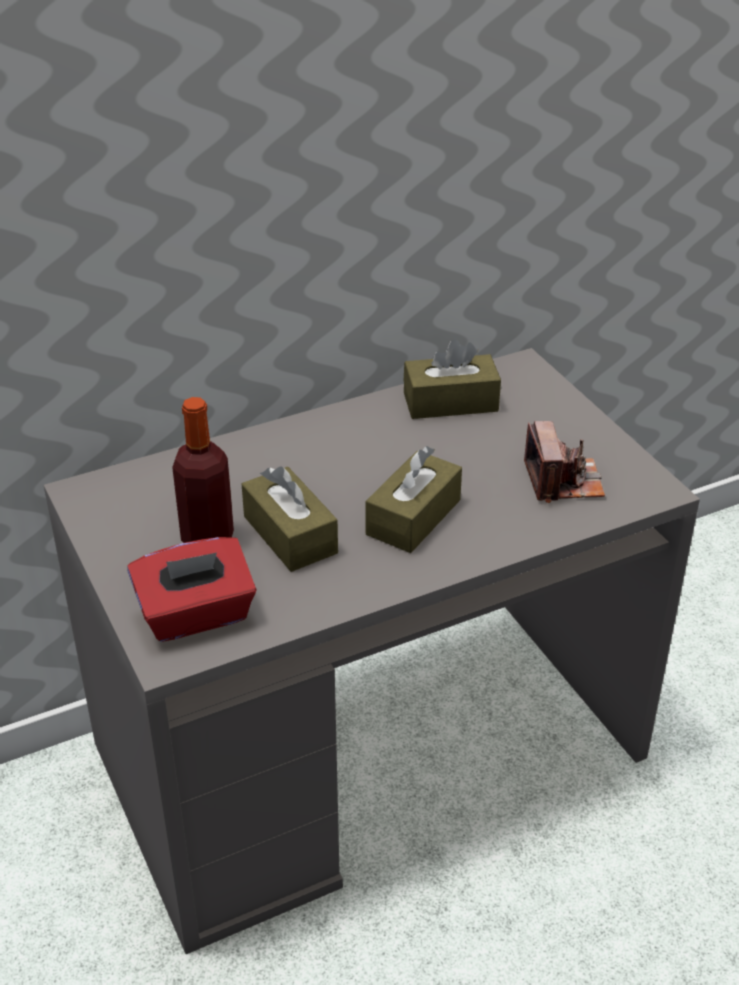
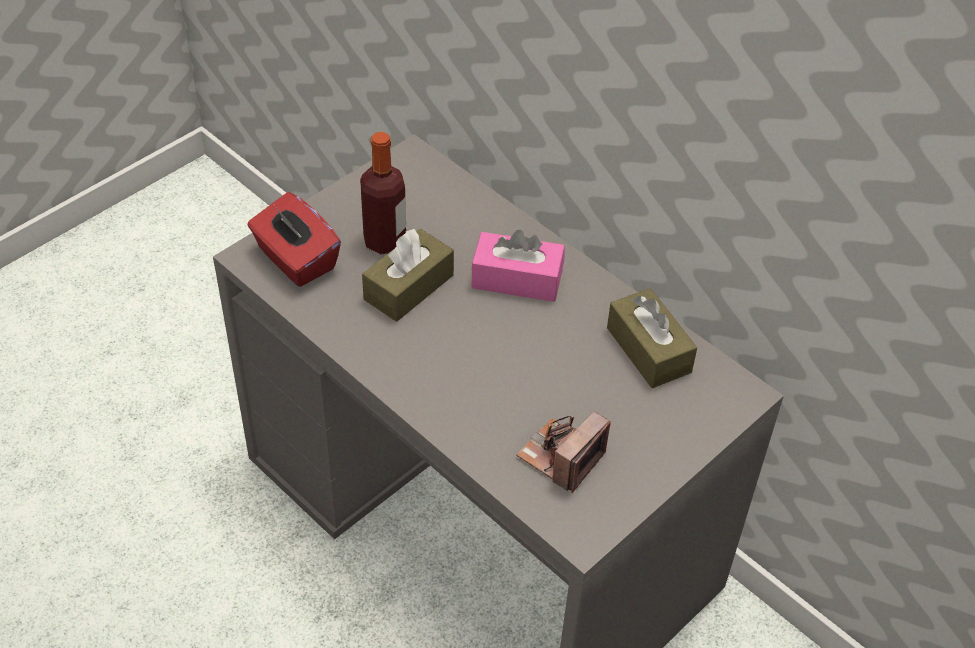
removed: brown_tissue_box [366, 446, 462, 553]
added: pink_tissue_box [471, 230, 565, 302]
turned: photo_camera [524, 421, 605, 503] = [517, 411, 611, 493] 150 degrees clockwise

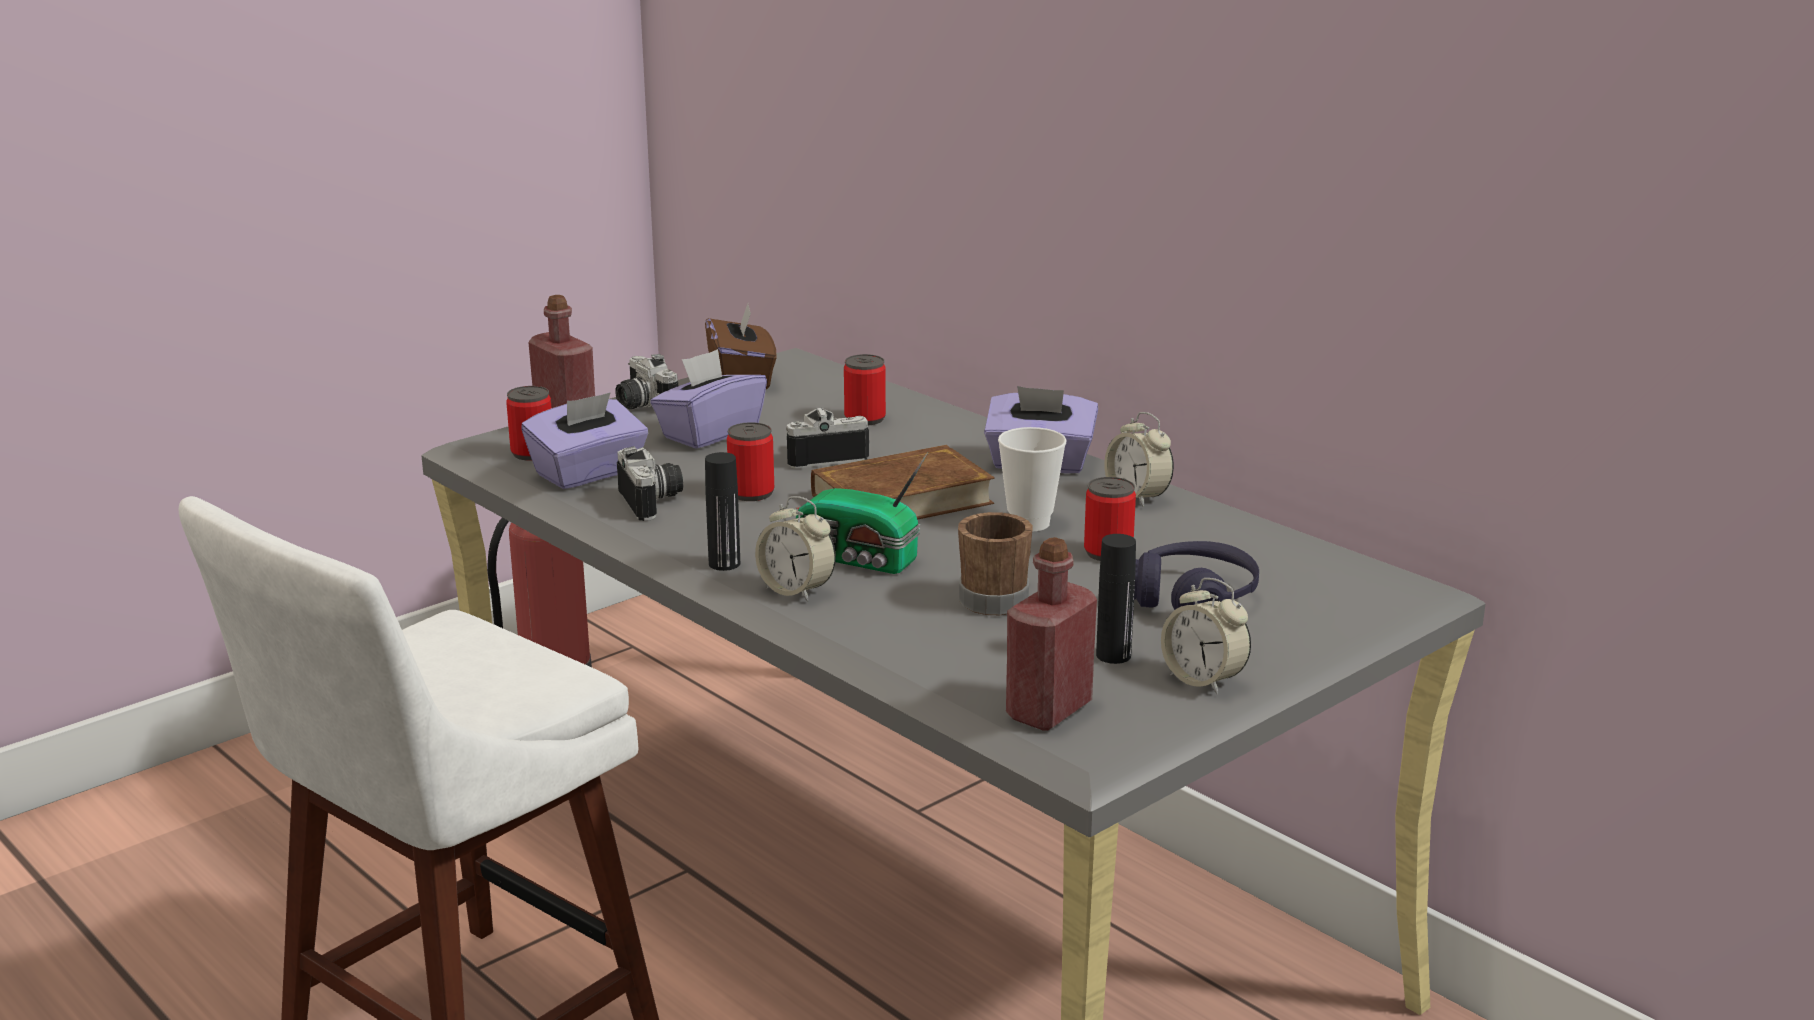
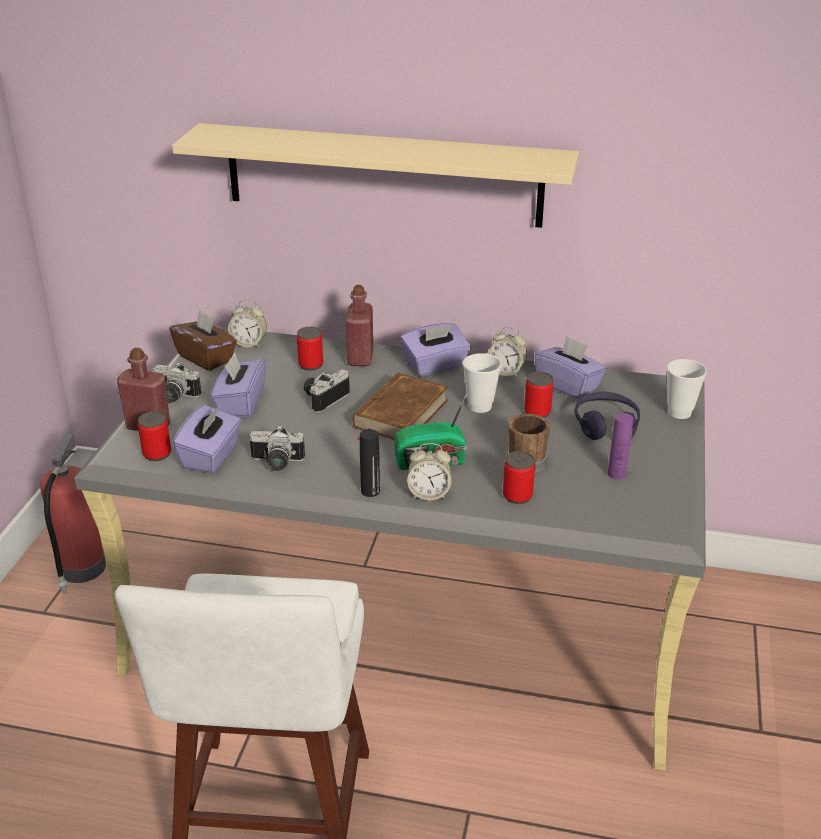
added: beige_shelf [172, 123, 579, 228]; purple_tissue_box [534, 336, 607, 400]; cup [667, 359, 707, 419]
moved: can [727, 422, 774, 501] to [503, 451, 535, 504]; red_bottle [1006, 537, 1097, 731] to [346, 285, 373, 366]; alarm_clock [1161, 578, 1251, 694] to [228, 300, 267, 348]
recoloured: black_bottle [1096, 534, 1136, 664] to purple_bottle [608, 413, 634, 480]
turned: photo_camera [617, 446, 683, 521] = [250, 425, 305, 471] 150 degrees clockwise

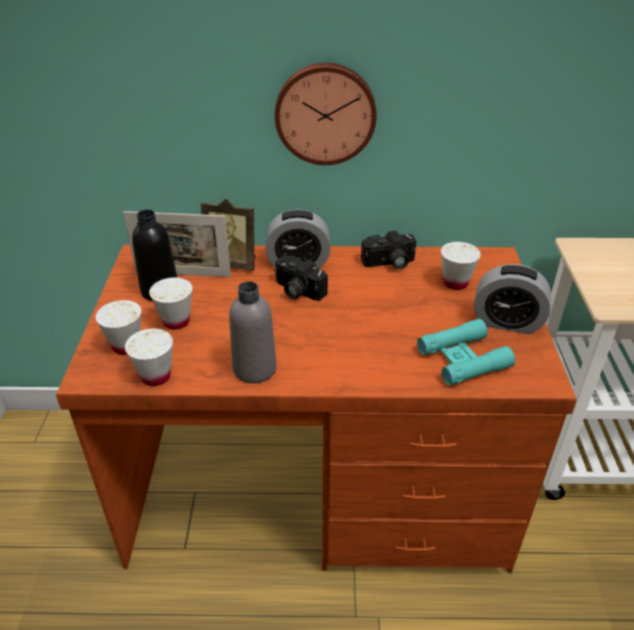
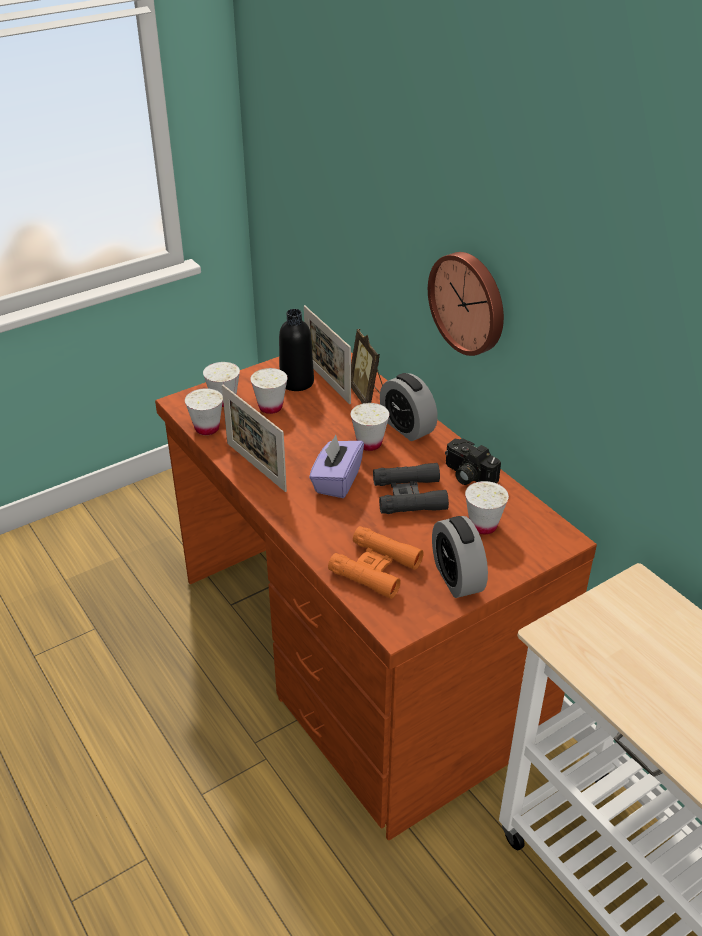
added: purple_tissue_box [309, 434, 364, 498]; black_binoculars [373, 463, 449, 514]
replaced: grey_bottle [229, 281, 277, 383] to picture_frame [222, 385, 287, 492]; photo_camera [274, 255, 328, 301] to white_cup [351, 403, 389, 451]
recoloured: turquoise_binoculars [417, 319, 515, 385] to orange_binoculars [328, 526, 424, 599]

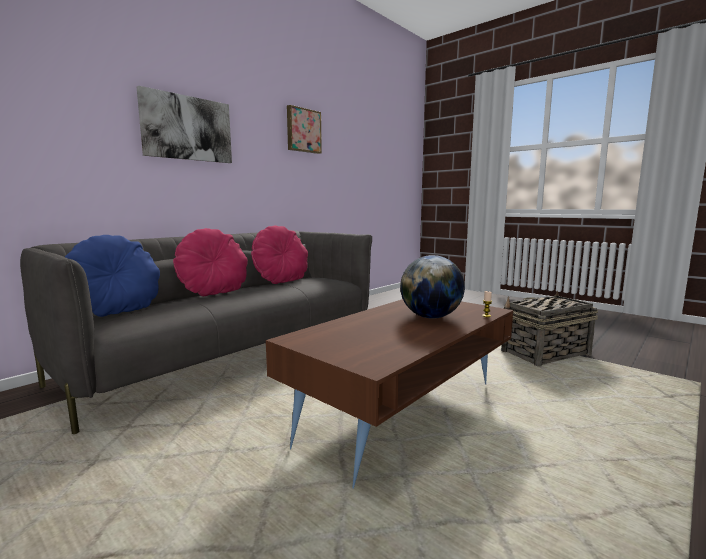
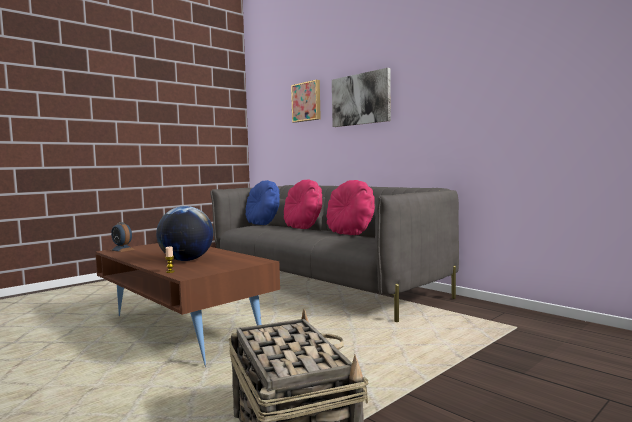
added: alarm_clock [111, 222, 135, 252]
moved: picture [287, 105, 322, 154] to [291, 80, 321, 123]

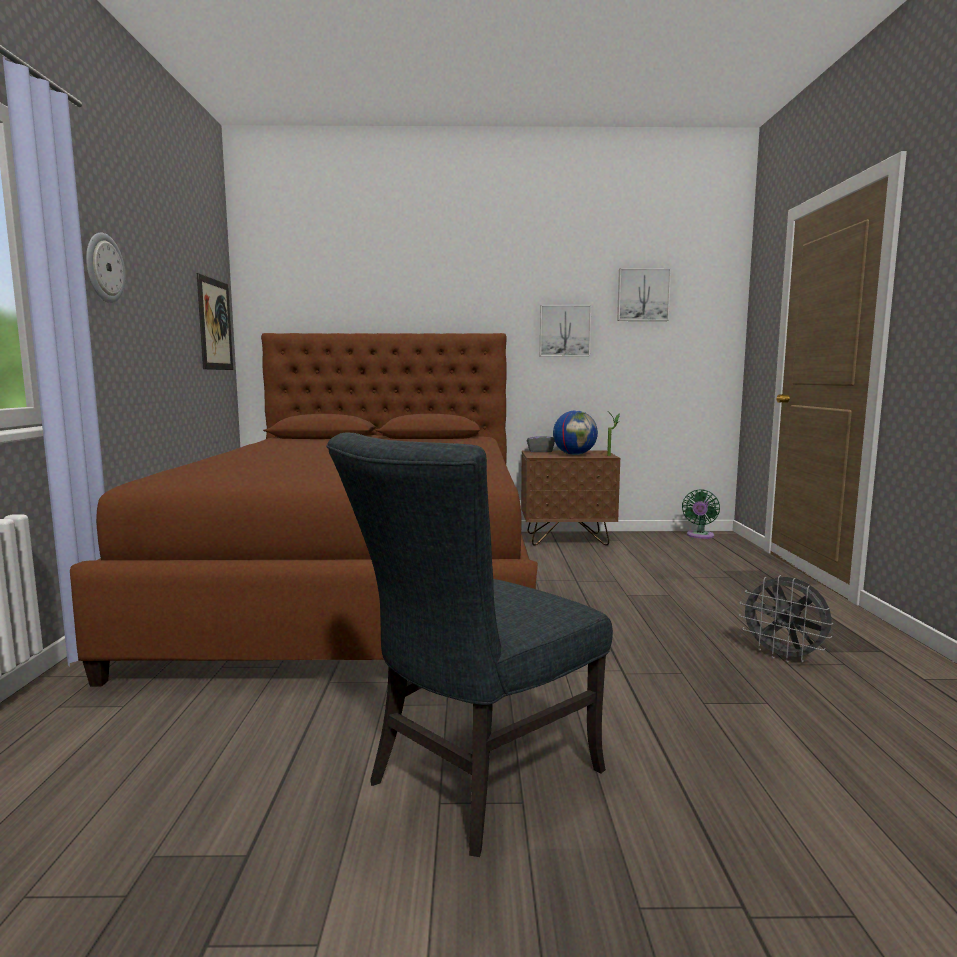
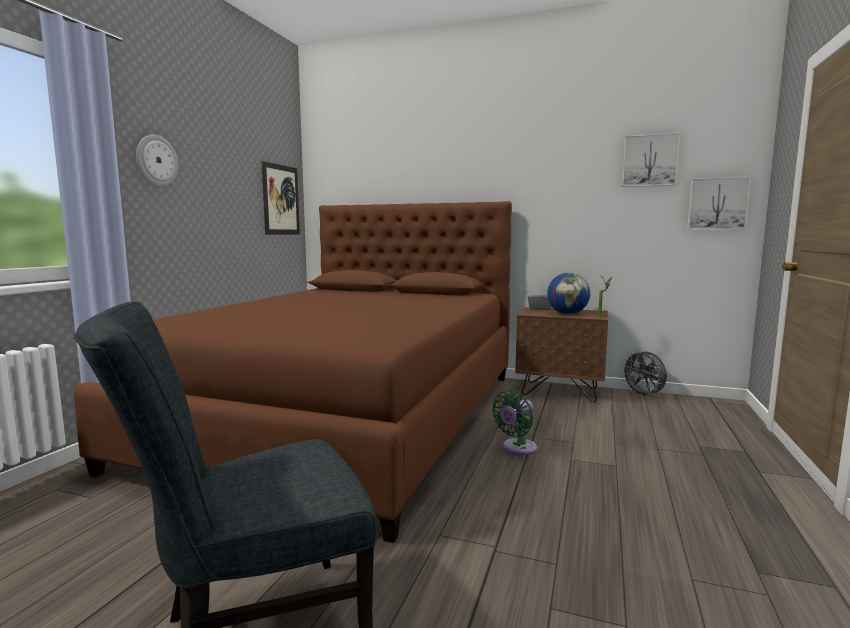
moved: picture [540, 305, 591, 356] to [687, 176, 751, 230]; green_fan [682, 490, 720, 539] to [492, 390, 537, 455]; grey_fan [738, 575, 833, 663] to [621, 350, 667, 398]

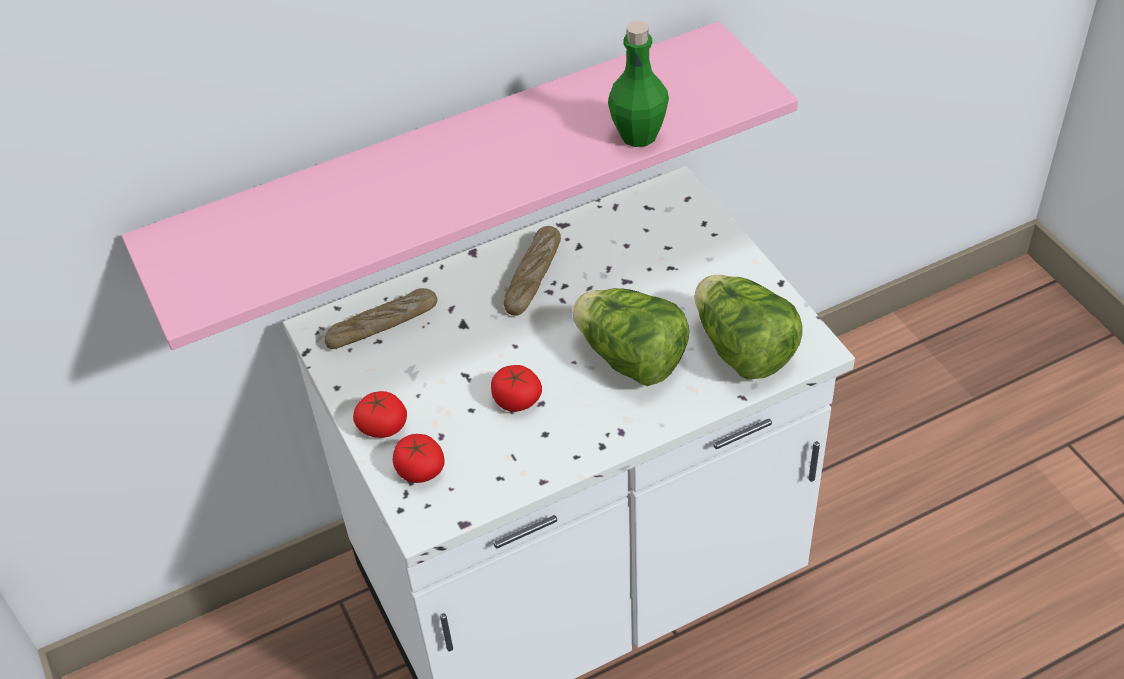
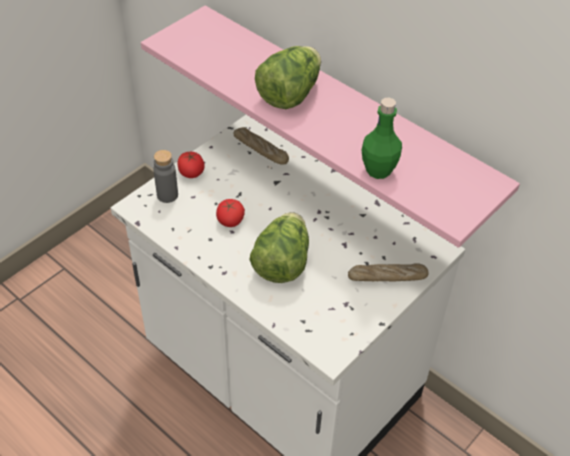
moved: bread [504, 226, 561, 316] to [348, 263, 429, 281]; lettuce [694, 275, 802, 379] to [255, 46, 321, 109]
replaced: tomato [392, 434, 445, 483] to grey_bottle [153, 150, 178, 203]

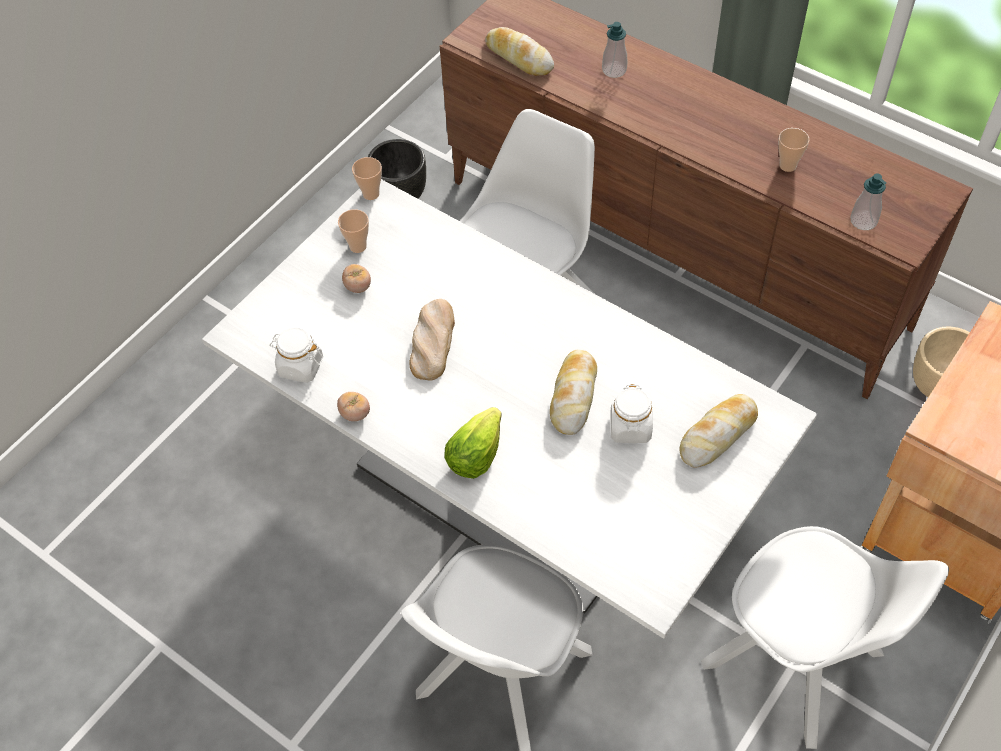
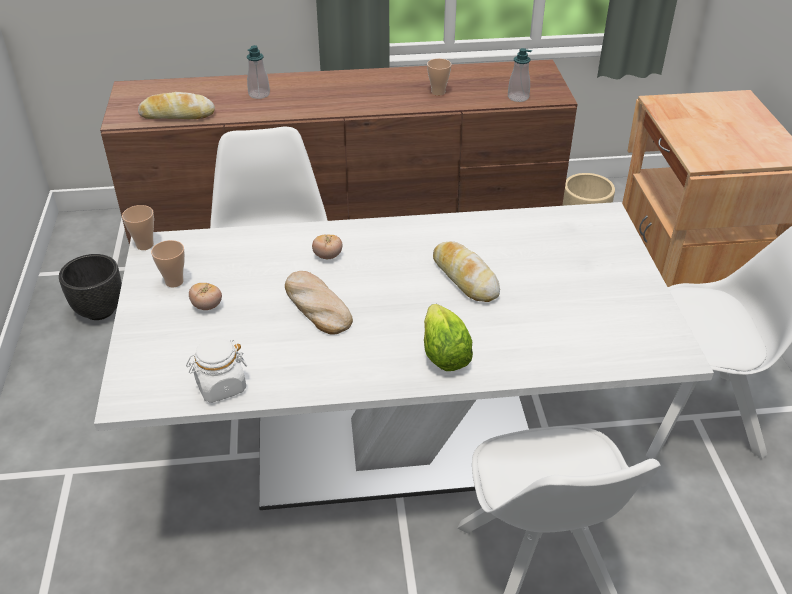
removed: white_jar [610, 384, 653, 443]; bread [680, 394, 758, 468]
moved: tomato [337, 392, 370, 421] to [312, 234, 342, 259]

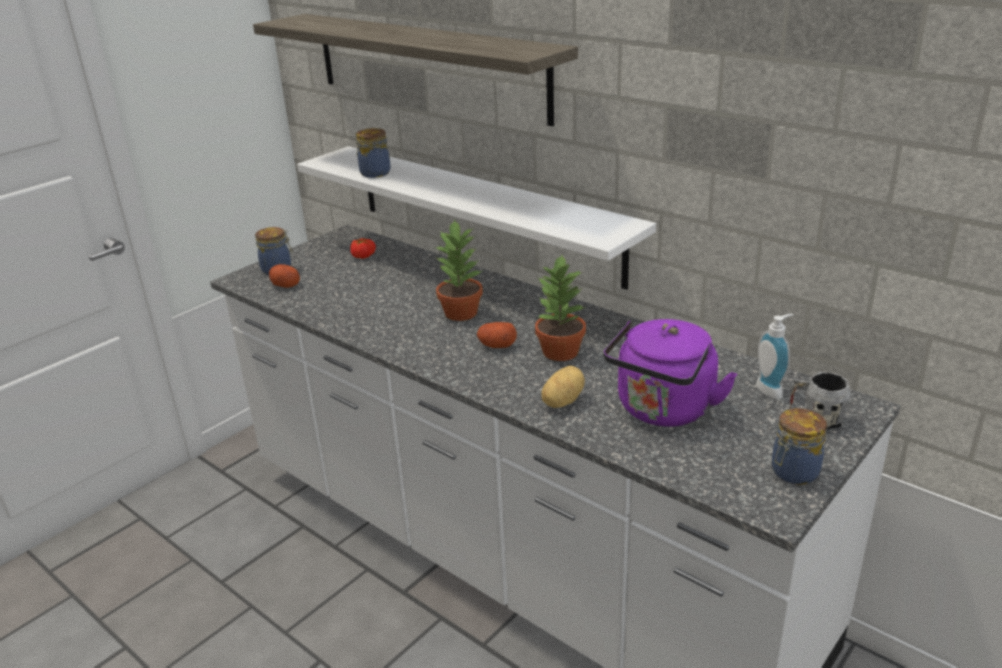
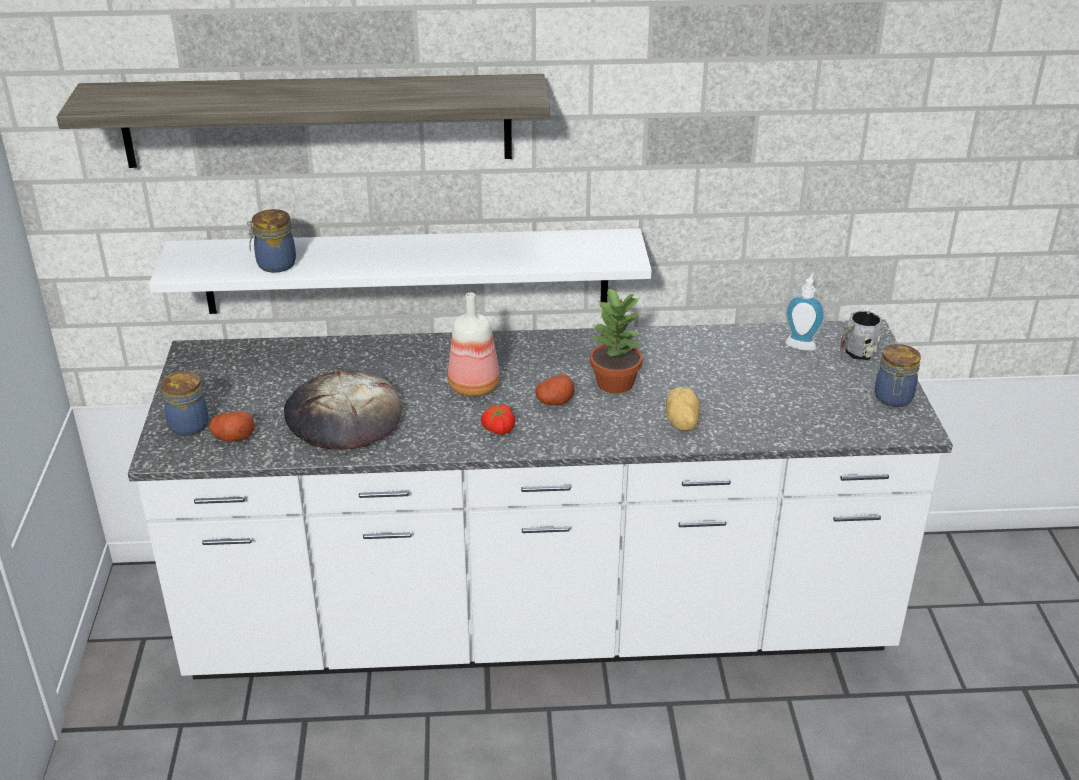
removed: purple_kettle [603, 319, 737, 427]
added: bread [284, 370, 402, 450]
moved: tomato [350, 238, 376, 259] to [481, 404, 515, 435]
replaced: potted_plant [435, 219, 483, 321] to bottle [448, 292, 500, 396]

